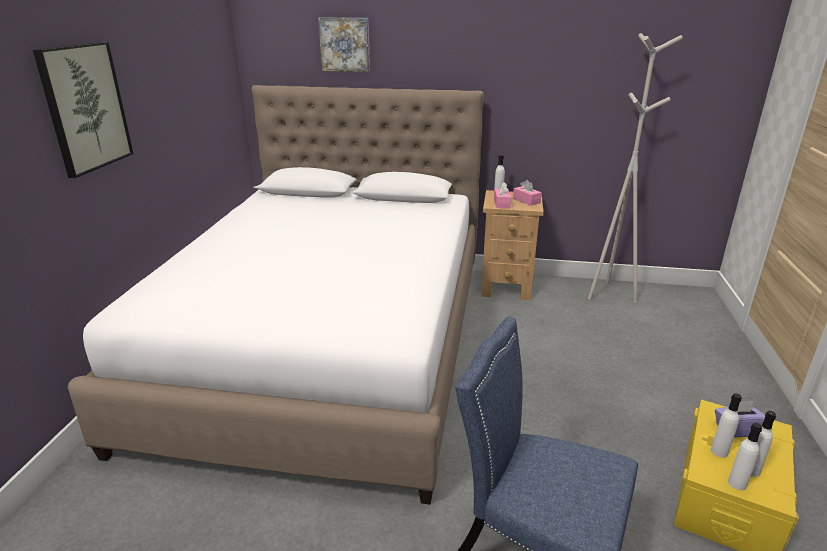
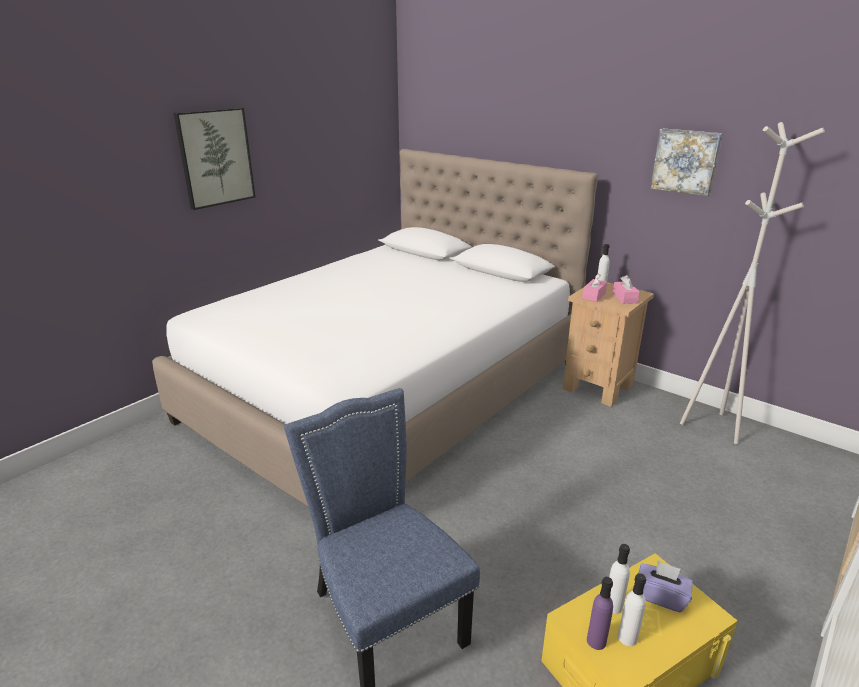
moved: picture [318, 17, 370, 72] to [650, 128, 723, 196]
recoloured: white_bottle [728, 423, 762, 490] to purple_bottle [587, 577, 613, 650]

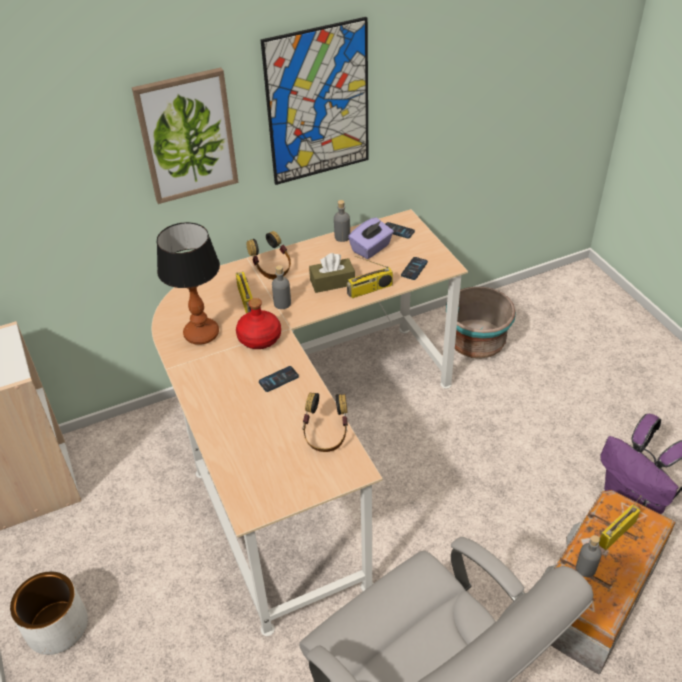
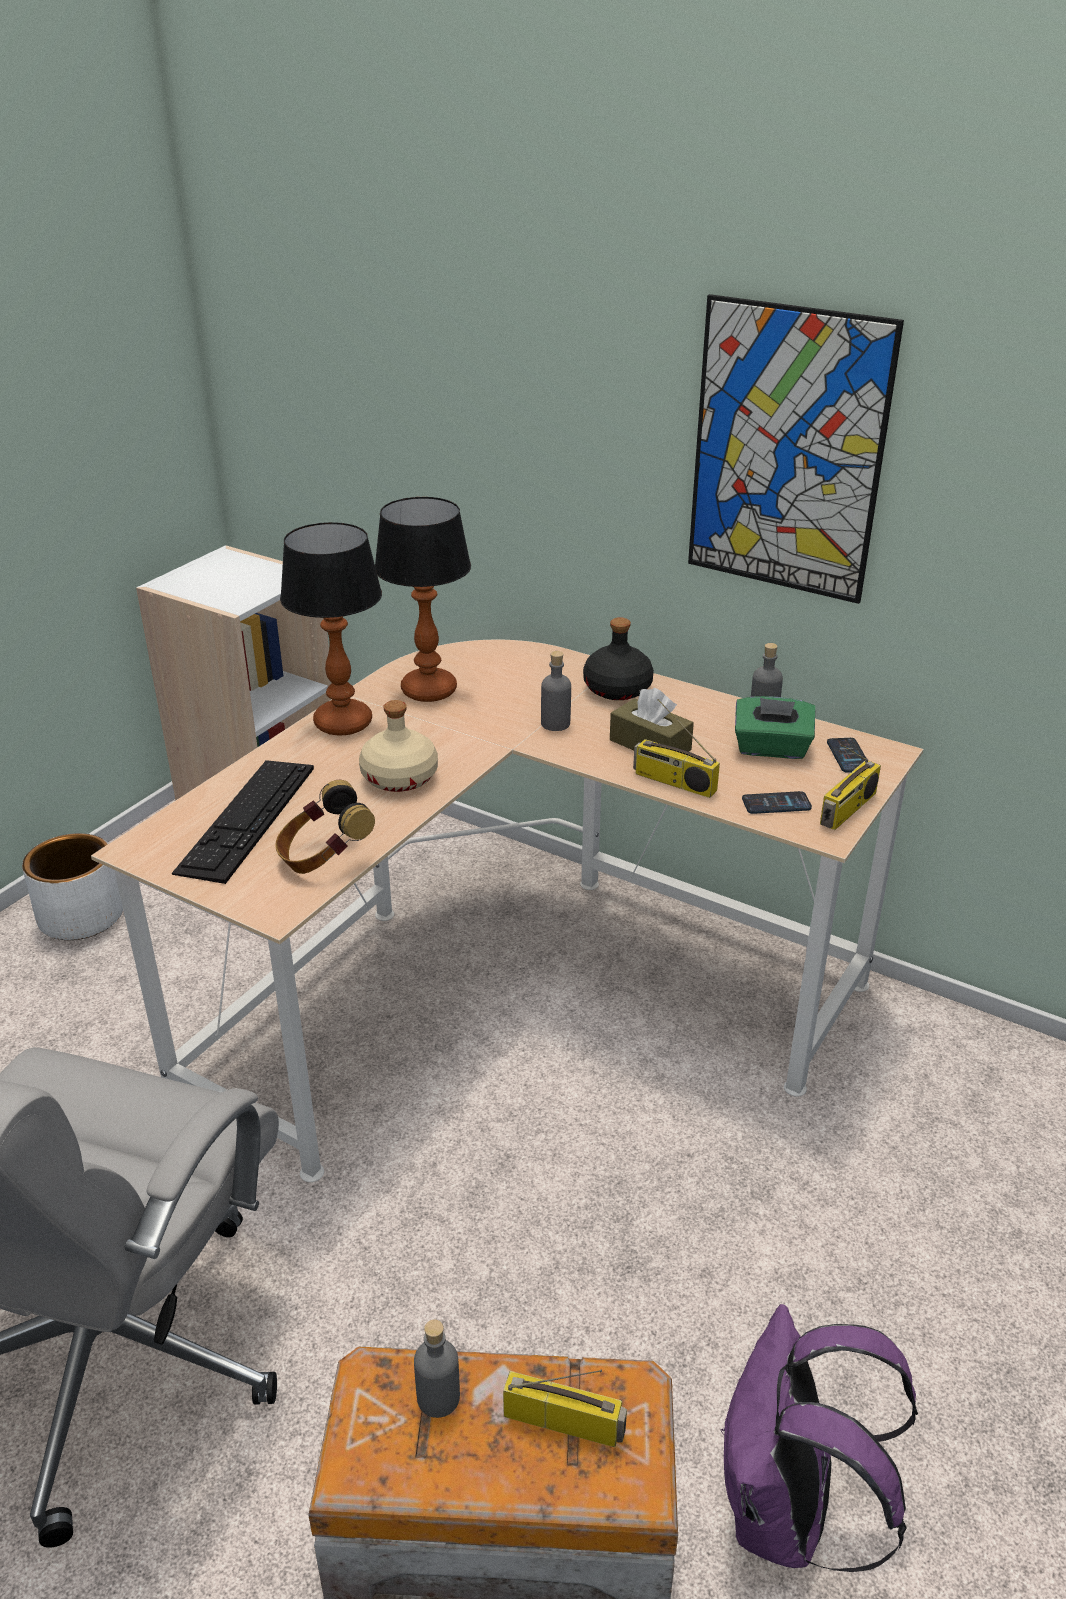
removed: picture [132, 67, 239, 204]; red_bottle [236, 298, 281, 349]; turquoise_planter [446, 287, 516, 358]
added: keyboard [172, 760, 314, 884]; table_lamp [280, 522, 382, 736]
moved: radio [236, 272, 253, 314] to [820, 744, 881, 830]
replaced: headphones [247, 231, 291, 279] to black_bottle [583, 617, 654, 700]; phone [259, 366, 299, 392] to beige_bottle [359, 700, 438, 792]
recoloured: purple_tissue_box [348, 217, 394, 259] to green_tissue_box [735, 696, 815, 759]

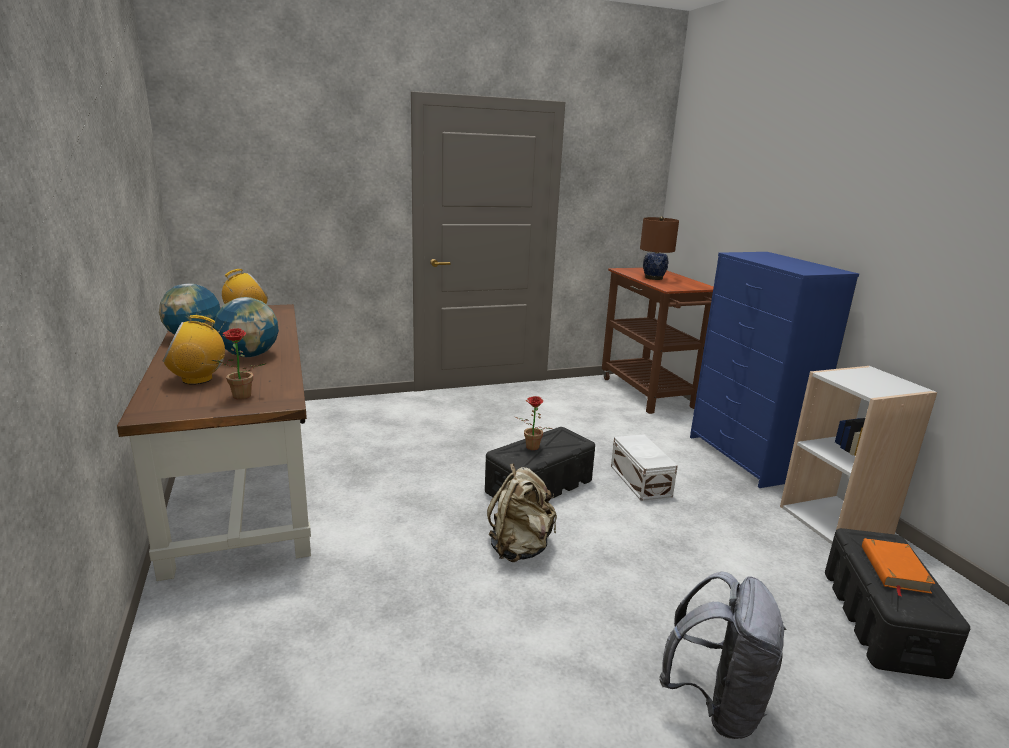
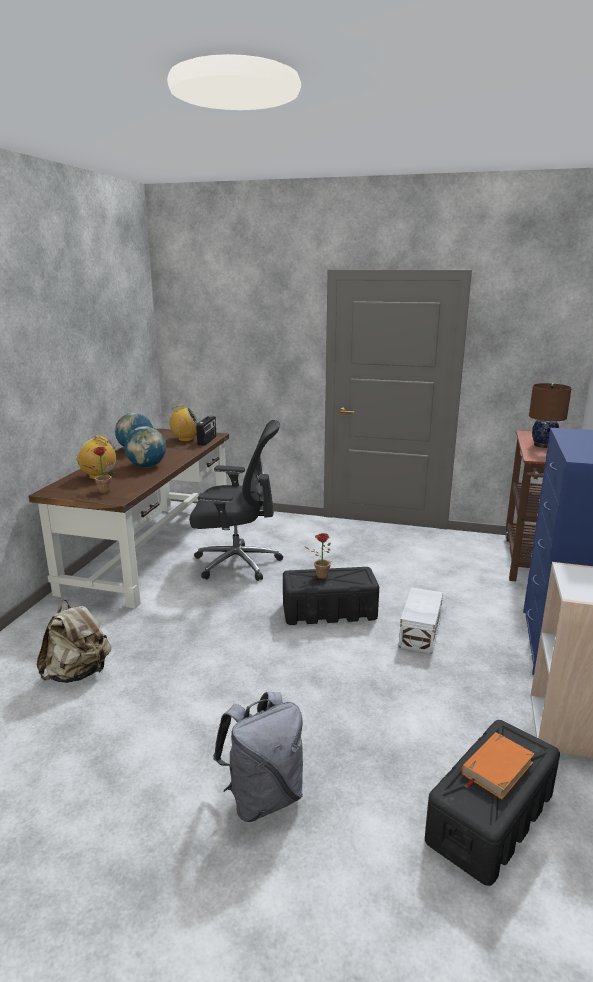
added: office_chair [189, 420, 283, 581]; radio [196, 416, 216, 446]
moved: beige_backpack [487, 463, 557, 562] to [36, 600, 111, 683]

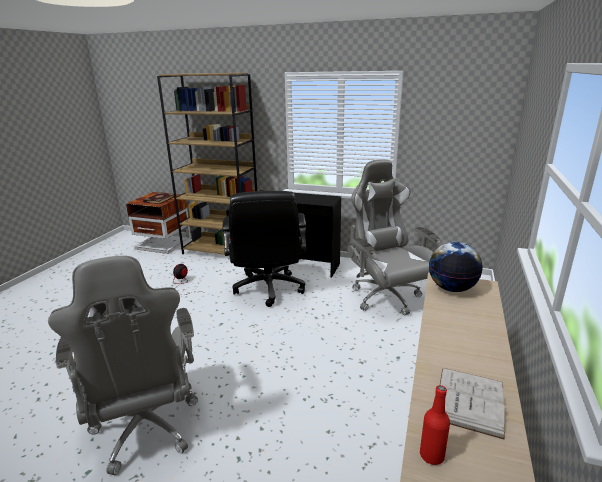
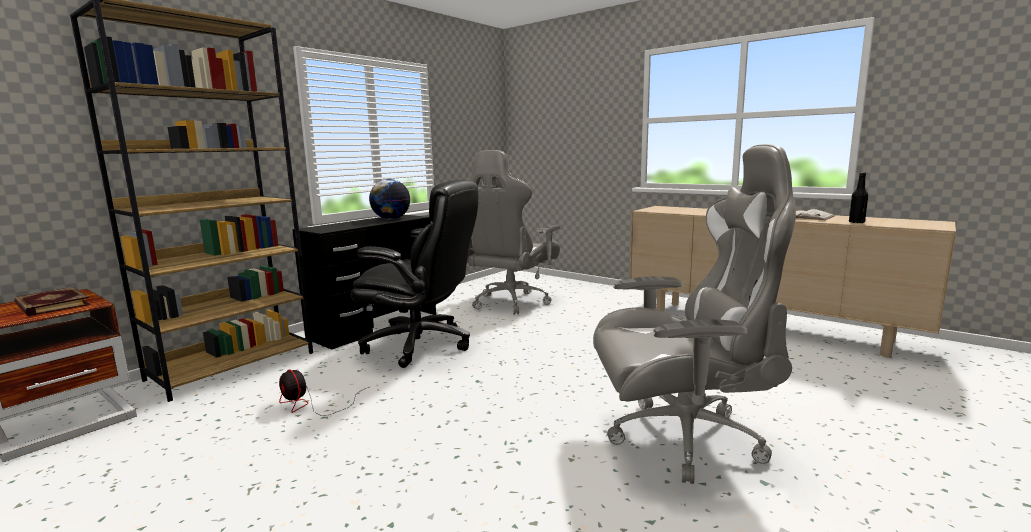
moved: globe [429, 242, 483, 292] to [369, 179, 410, 219]
recoloured: red_bottle [420, 385, 450, 465] to black_bottle [849, 172, 868, 223]
turned: grey_office_chair [347, 159, 440, 315] = [467, 150, 560, 314] 60 degrees counterclockwise

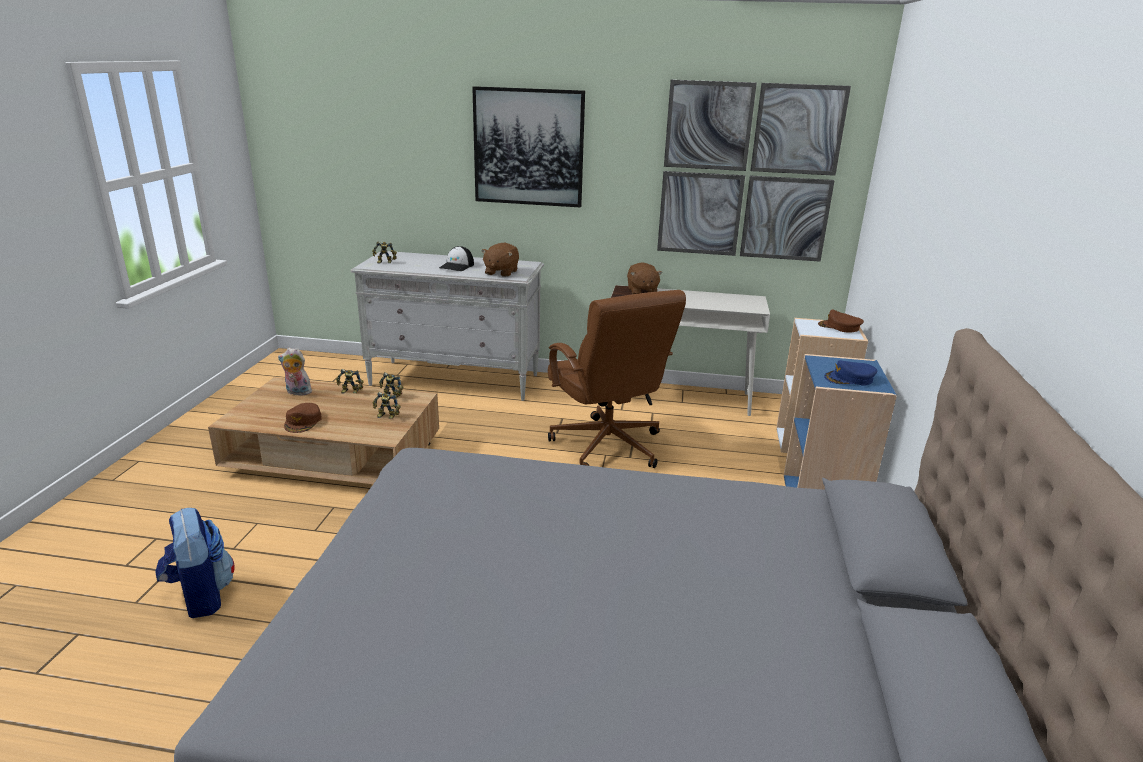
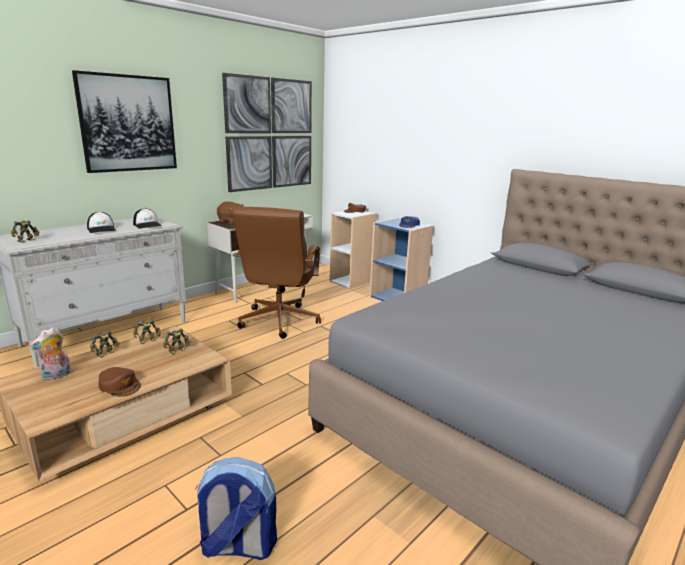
replaced: brown_plush_toy [481, 243, 519, 277] to cap [133, 208, 162, 229]
turned: brown_office_chair [548, 290, 686, 468] = [233, 207, 321, 339] 90 degrees clockwise

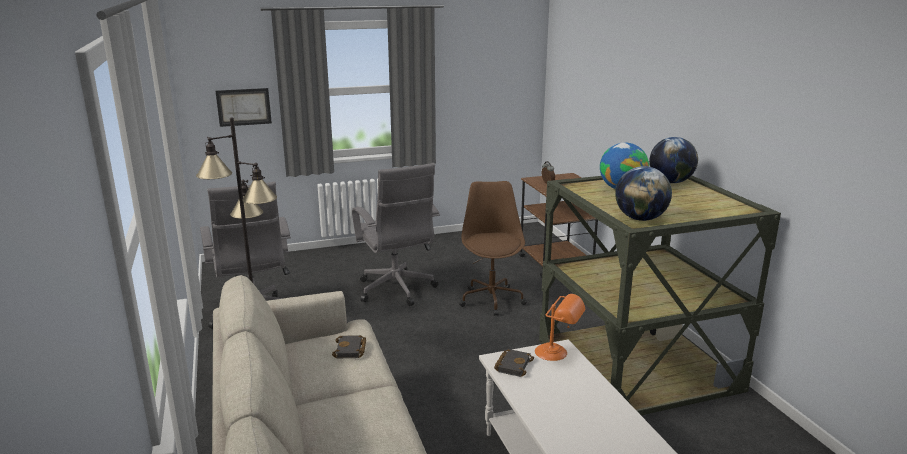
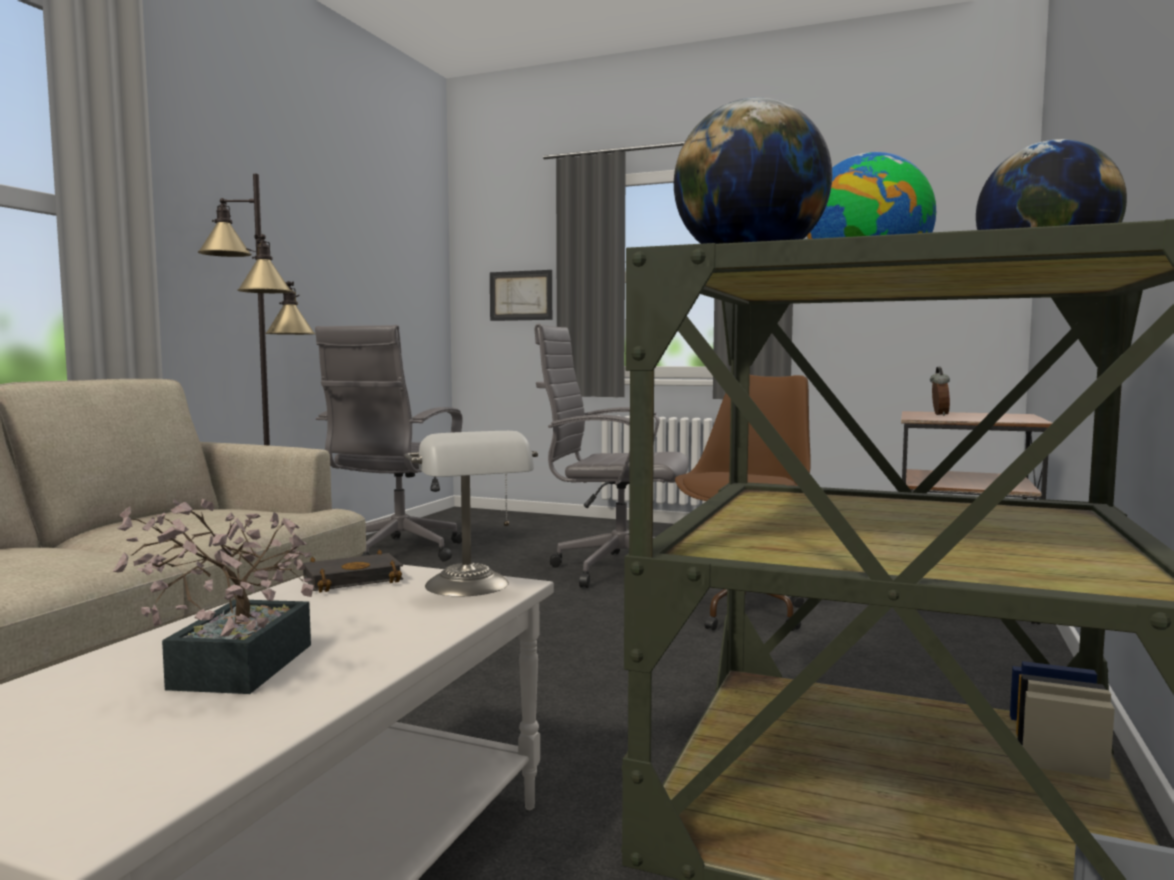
removed: black_book [332, 335, 366, 359]
added: potted_plant [112, 499, 314, 694]
recoloured: orange_table_lamp [535, 294, 585, 361] to white_table_lamp [404, 431, 538, 596]
turned: grey_office_chair [352, 163, 440, 306] = [535, 324, 689, 588] 90 degrees clockwise

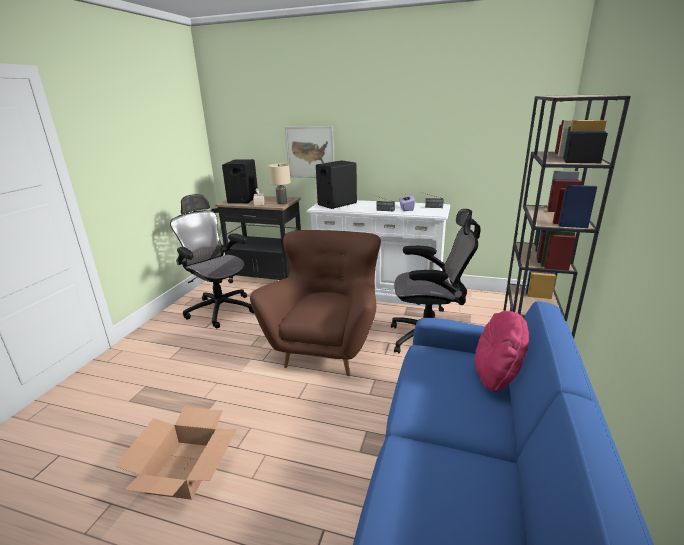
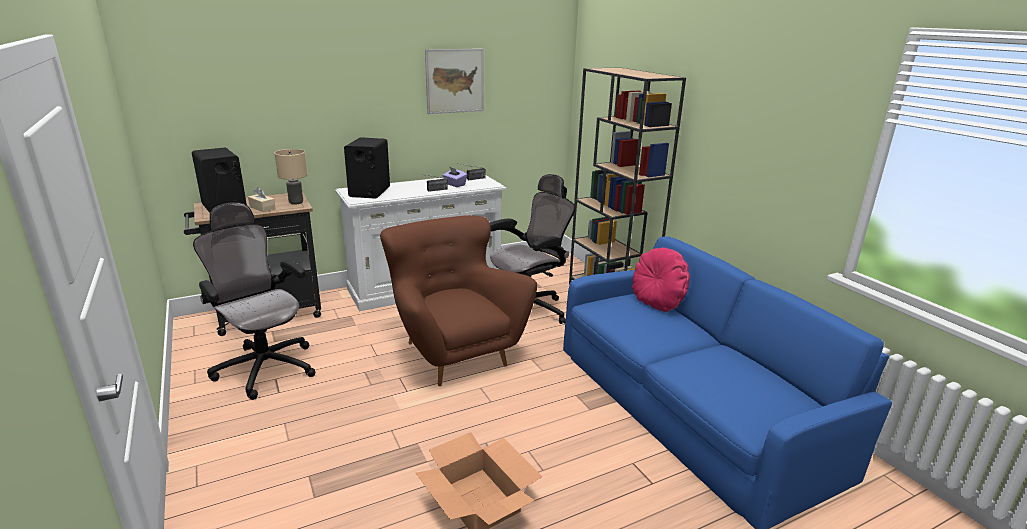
moved: picture [285, 126, 334, 178] to [425, 49, 484, 114]
turned: office_chair [170, 194, 254, 328] = [193, 202, 316, 400] 45 degrees clockwise

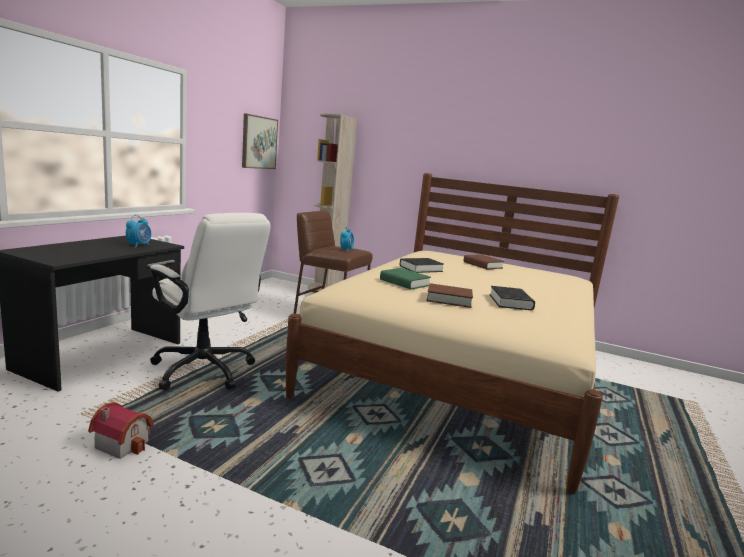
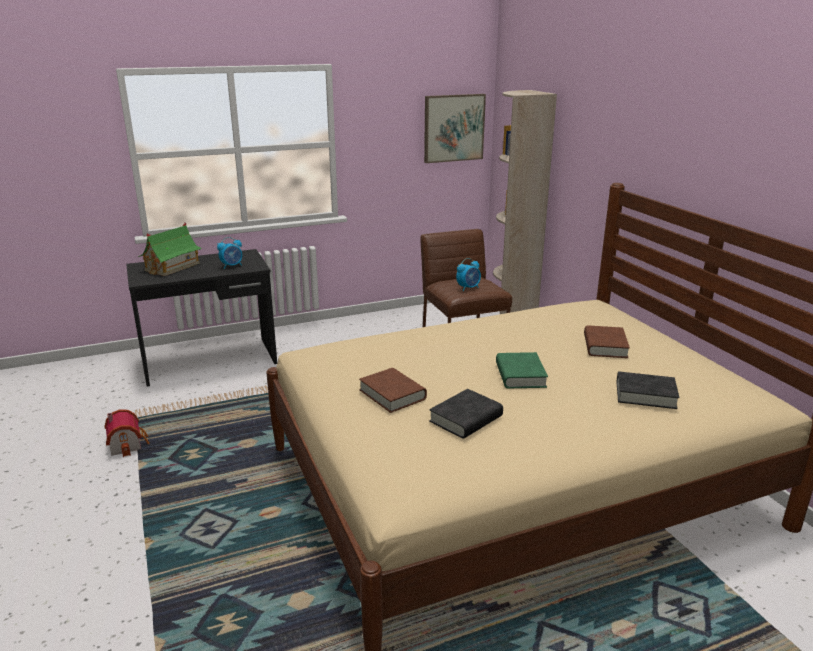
removed: white_office_chair [150, 213, 270, 390]
added: toy_house [138, 223, 202, 276]
moved: green_book [380, 268, 431, 290] to [496, 352, 548, 388]; black_book [400, 258, 444, 273] to [617, 371, 680, 409]

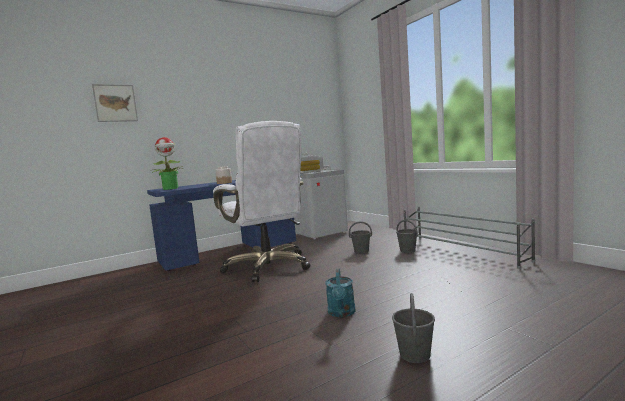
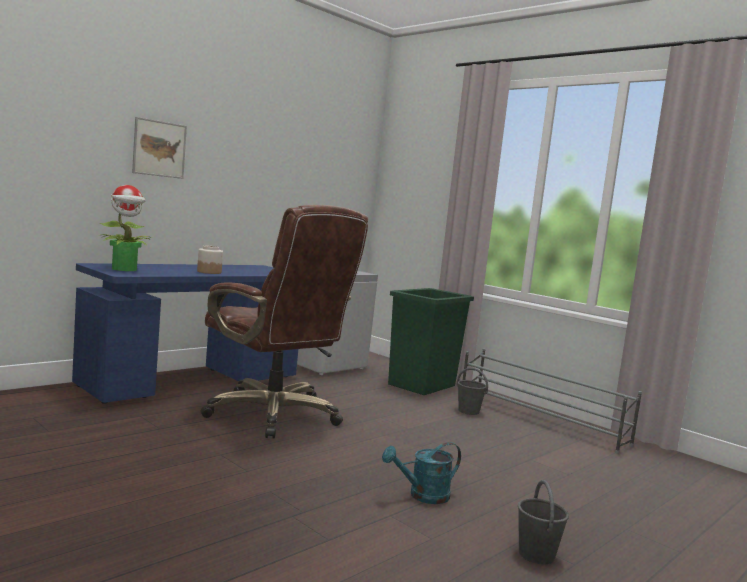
removed: grey_bucket [349, 221, 372, 254]
added: green_trash_can [388, 288, 474, 395]
moved: picture [92, 84, 138, 122] to [132, 117, 187, 179]
recoloured: white_office_chair [213, 121, 310, 282] to brown_office_chair [201, 205, 368, 439]
turned: turquoise_watering_can [325, 269, 356, 317] = [382, 442, 461, 504] 75 degrees clockwise

